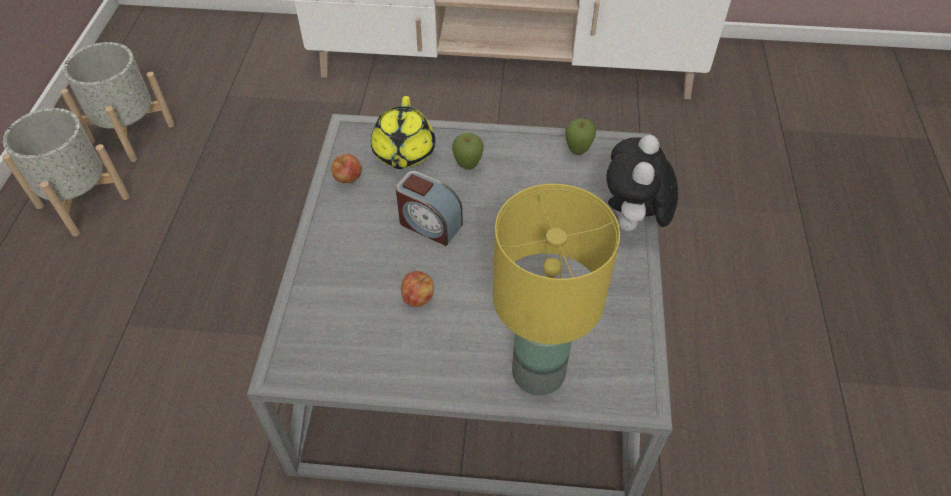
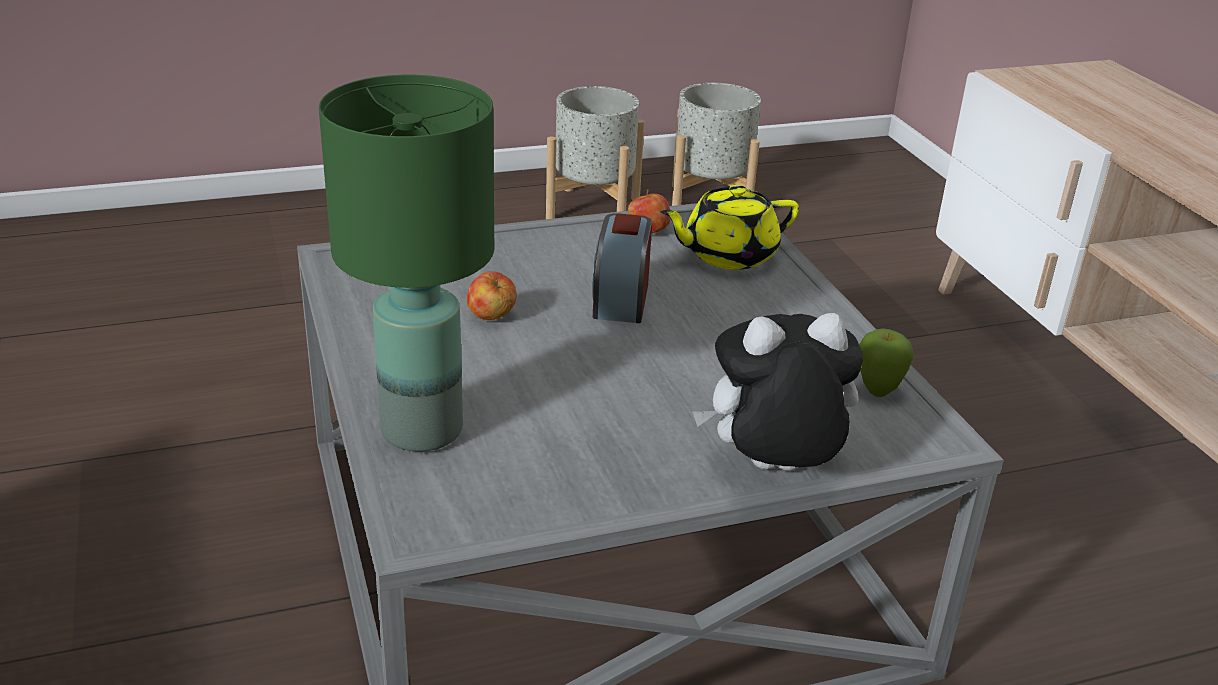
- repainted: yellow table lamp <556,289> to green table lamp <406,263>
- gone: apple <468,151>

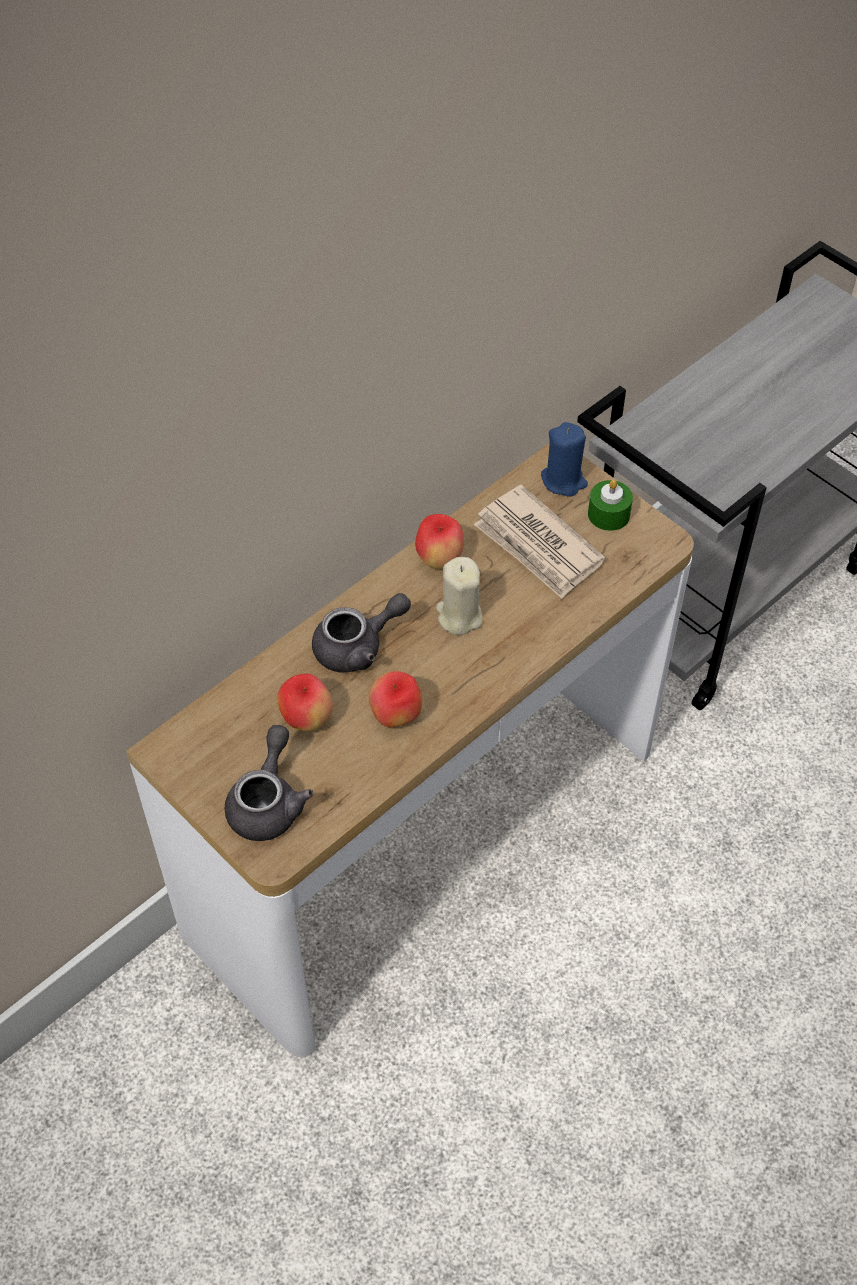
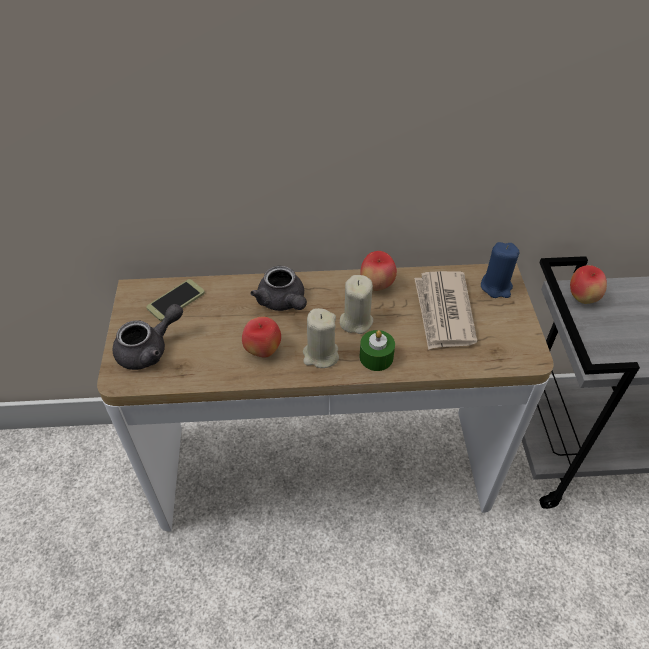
- new: phone <175,300>
- rotated: grey teapot <361,633> = <278,288> 45 degrees clockwise
- new: beige candle <321,338>
- shifted: green candle <610,505> to <377,350>
- shifted: apple <305,702> to <588,284>

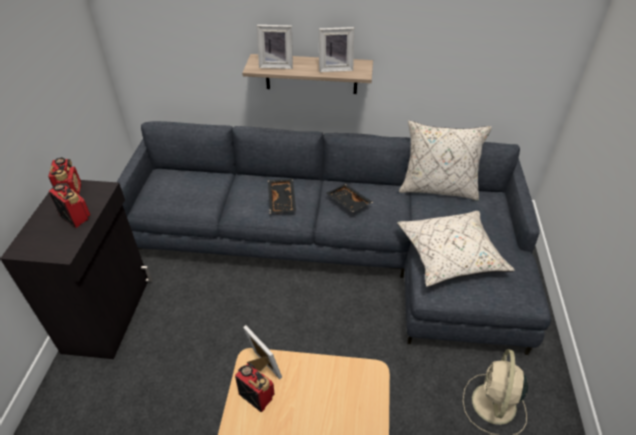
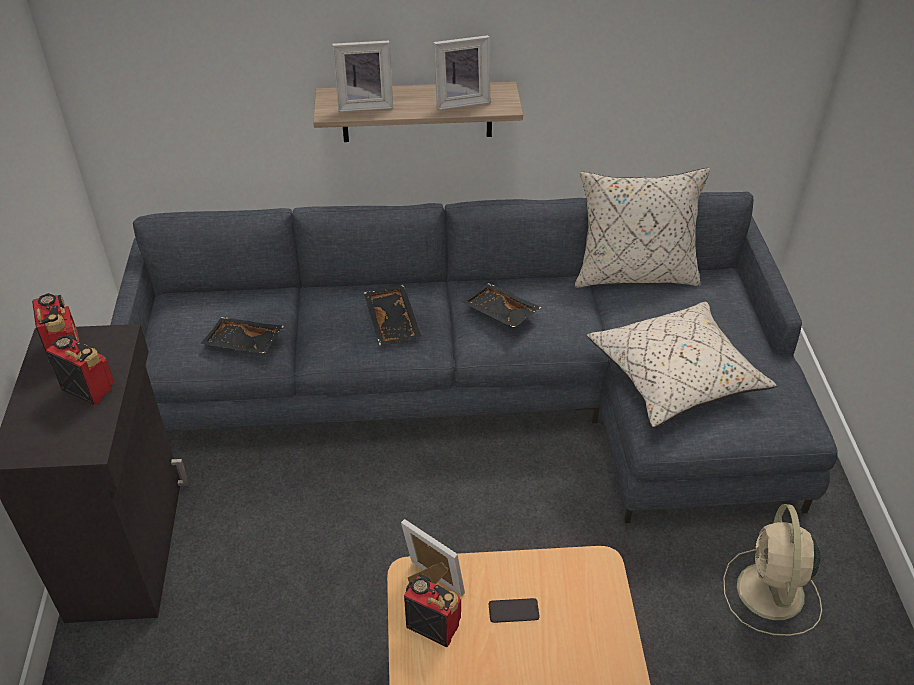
- new: black tray <242,335>
- new: phone <514,610>

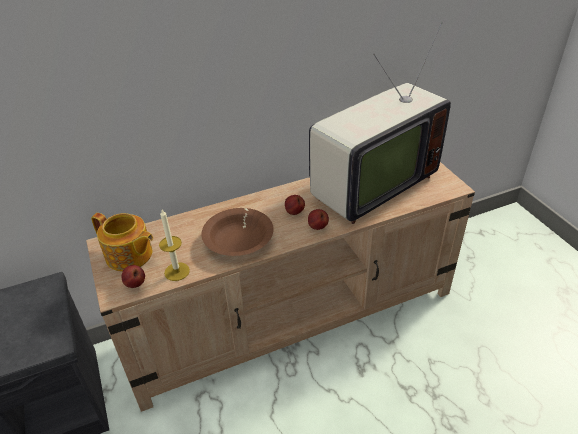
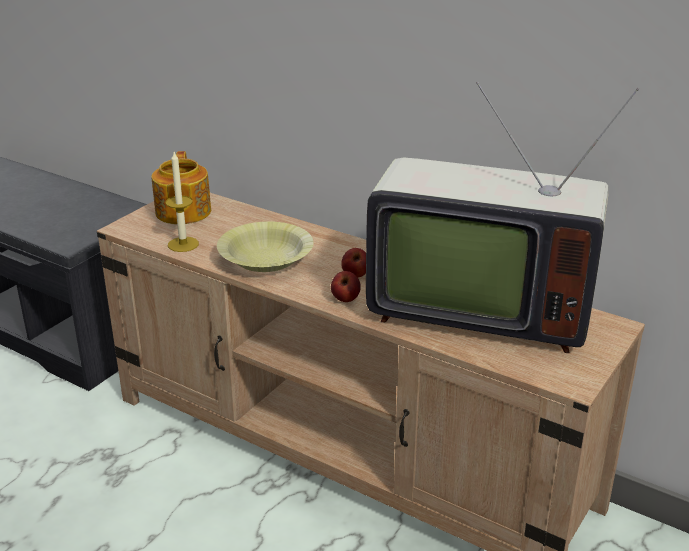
- repainted: brown bowl <238,232> to yellow bowl <265,246>
- gone: apple <133,276>

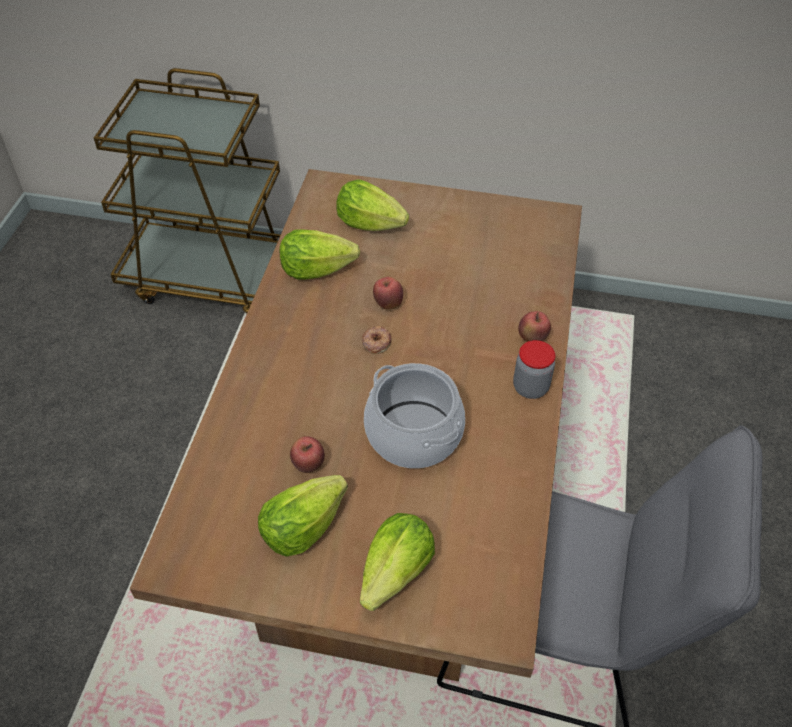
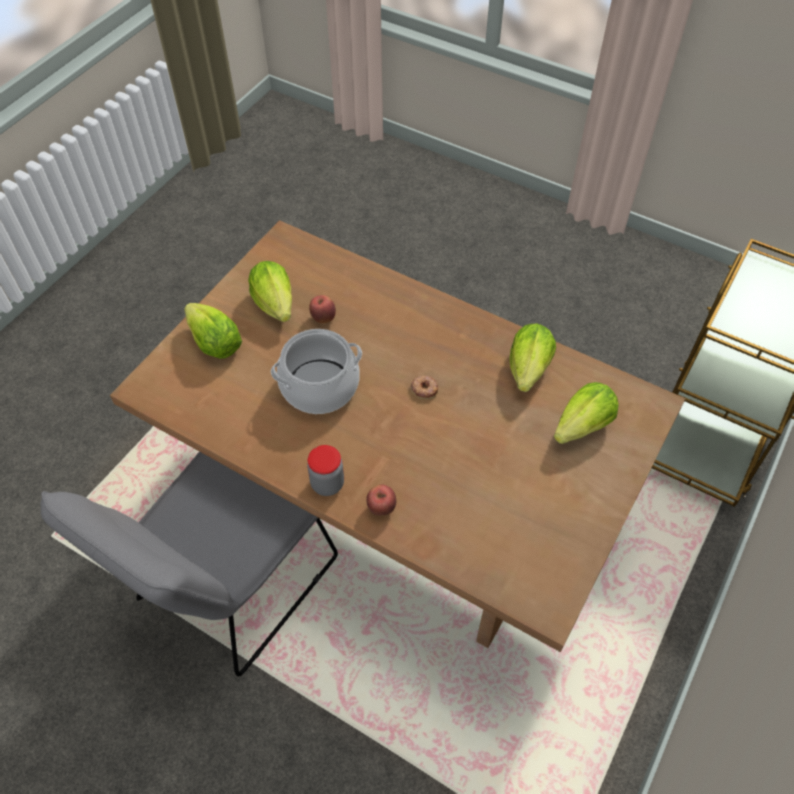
- gone: apple <388,293>

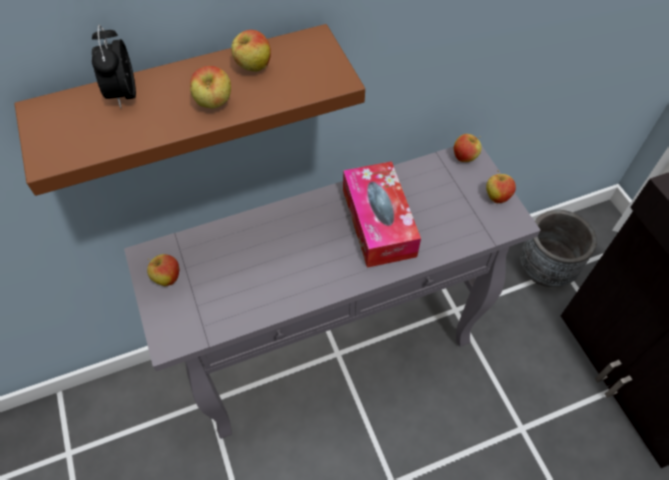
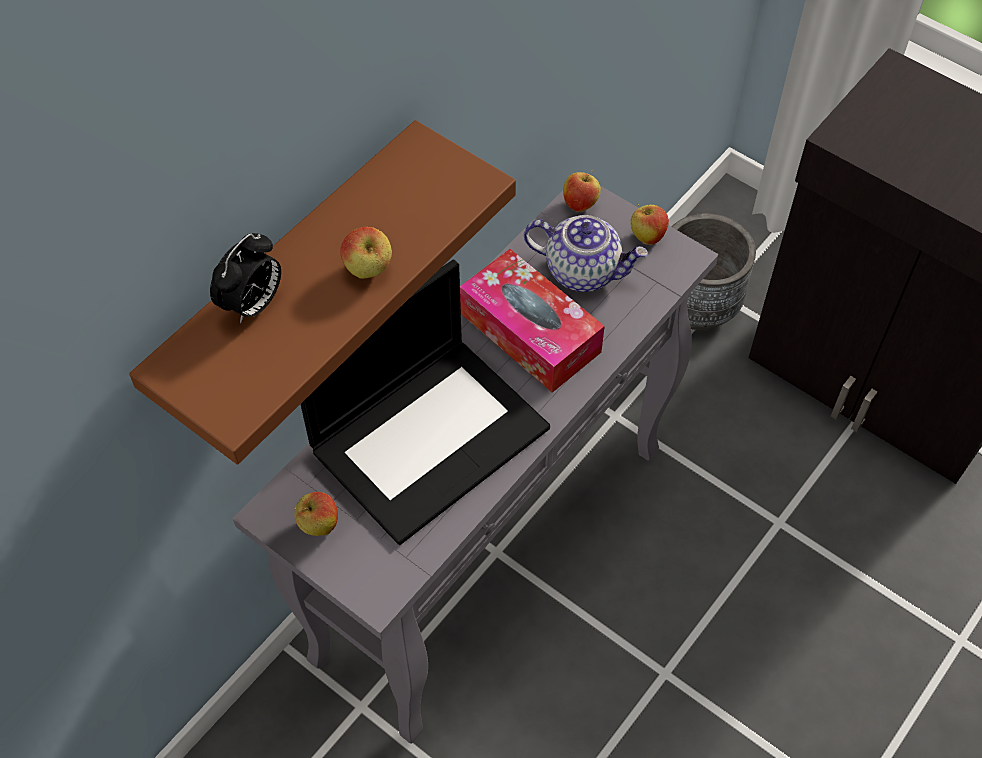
- rotated: alarm clock <114,66> = <245,278> 105 degrees counterclockwise
- new: laptop <425,402>
- new: teapot <586,253>
- gone: apple <251,51>

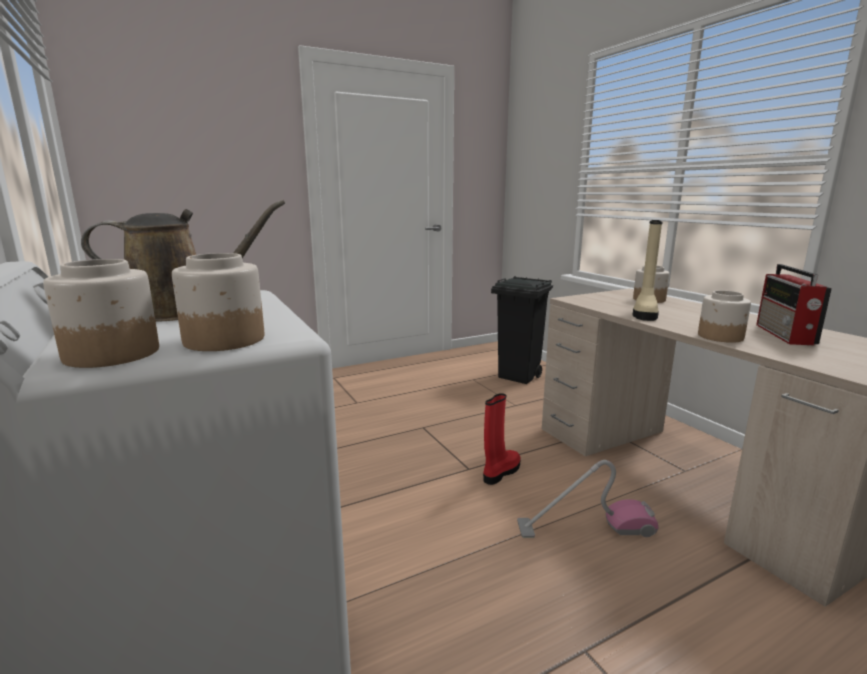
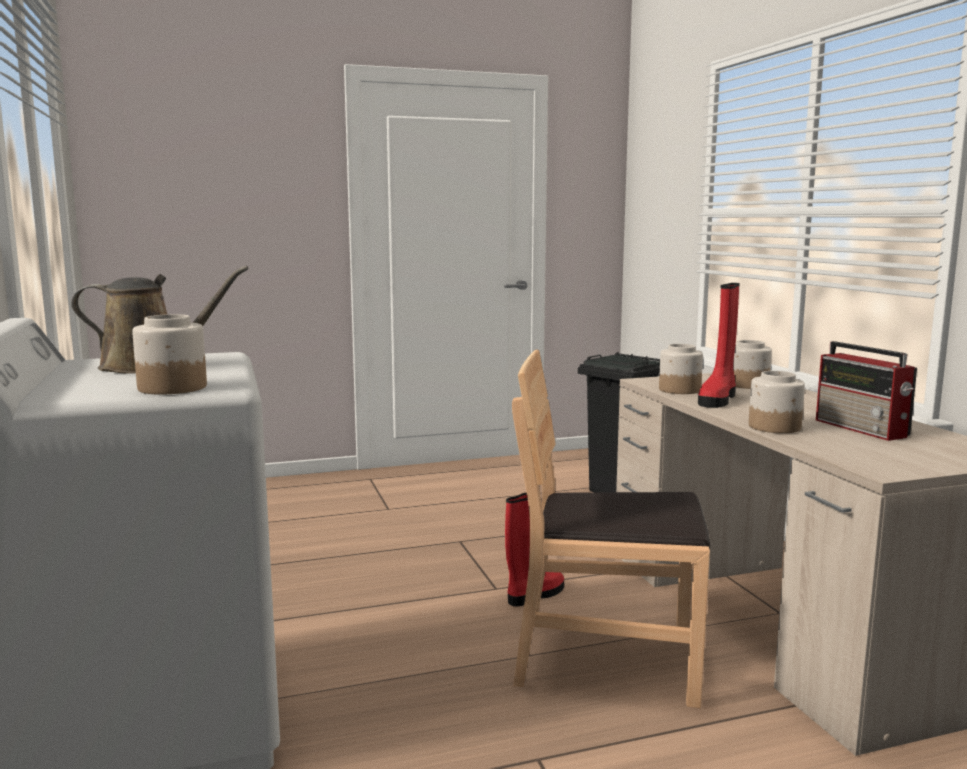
- swapped: vacuum cleaner <588,499> to brown chair <611,529>
- shifted: jar <101,313> to <681,369>
- repainted: beige boot <647,270> to red boot <719,345>
- rotated: radio <794,304> = <866,391> 45 degrees counterclockwise

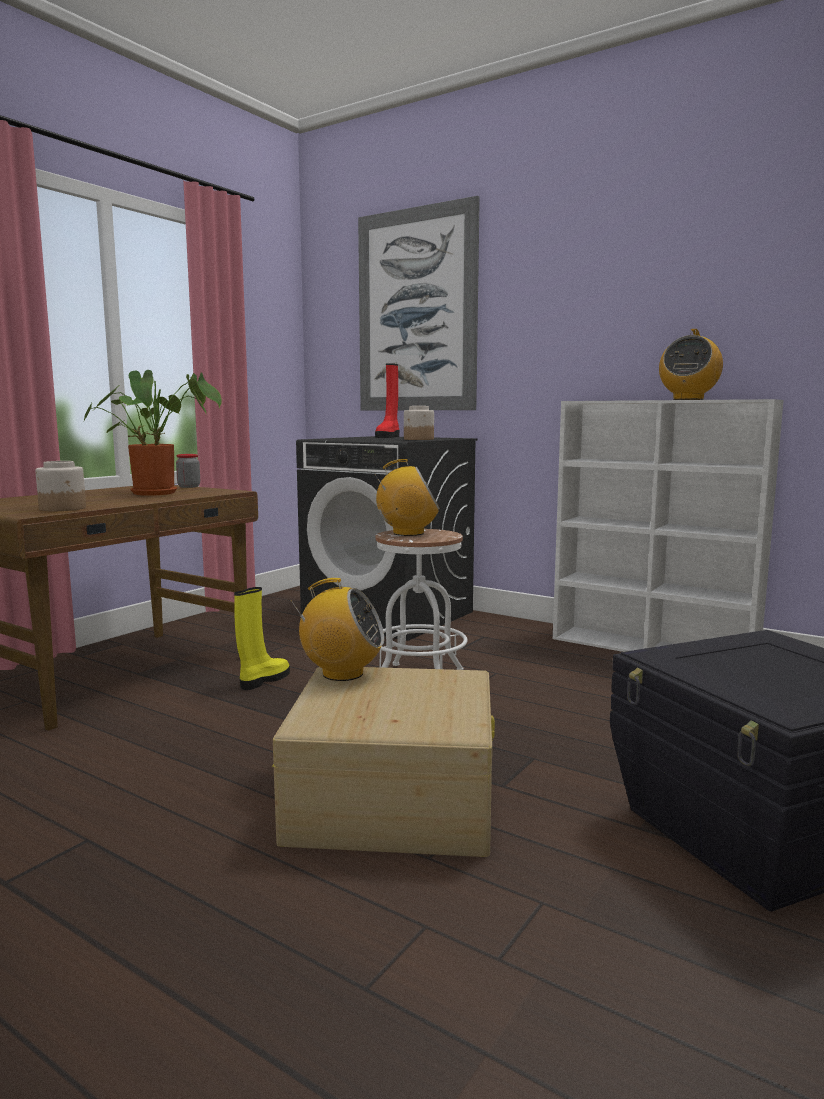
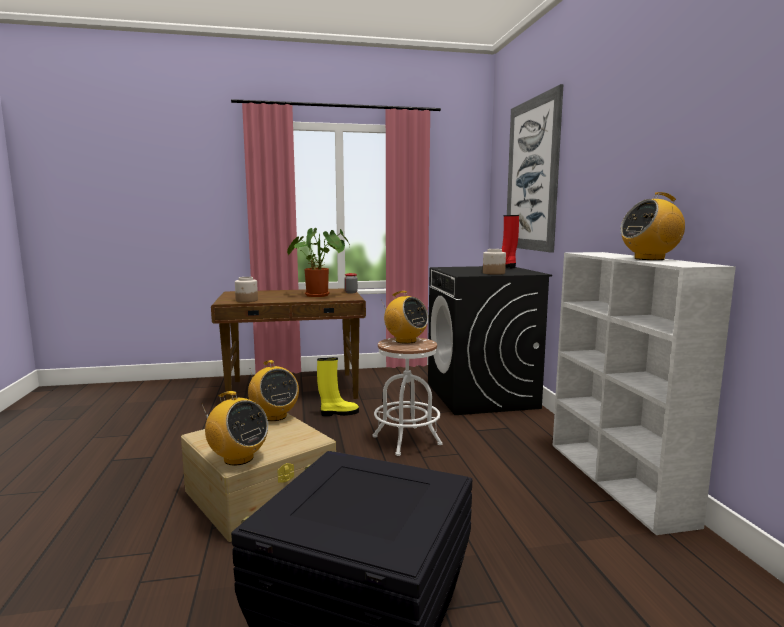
- new: radio <235,428>

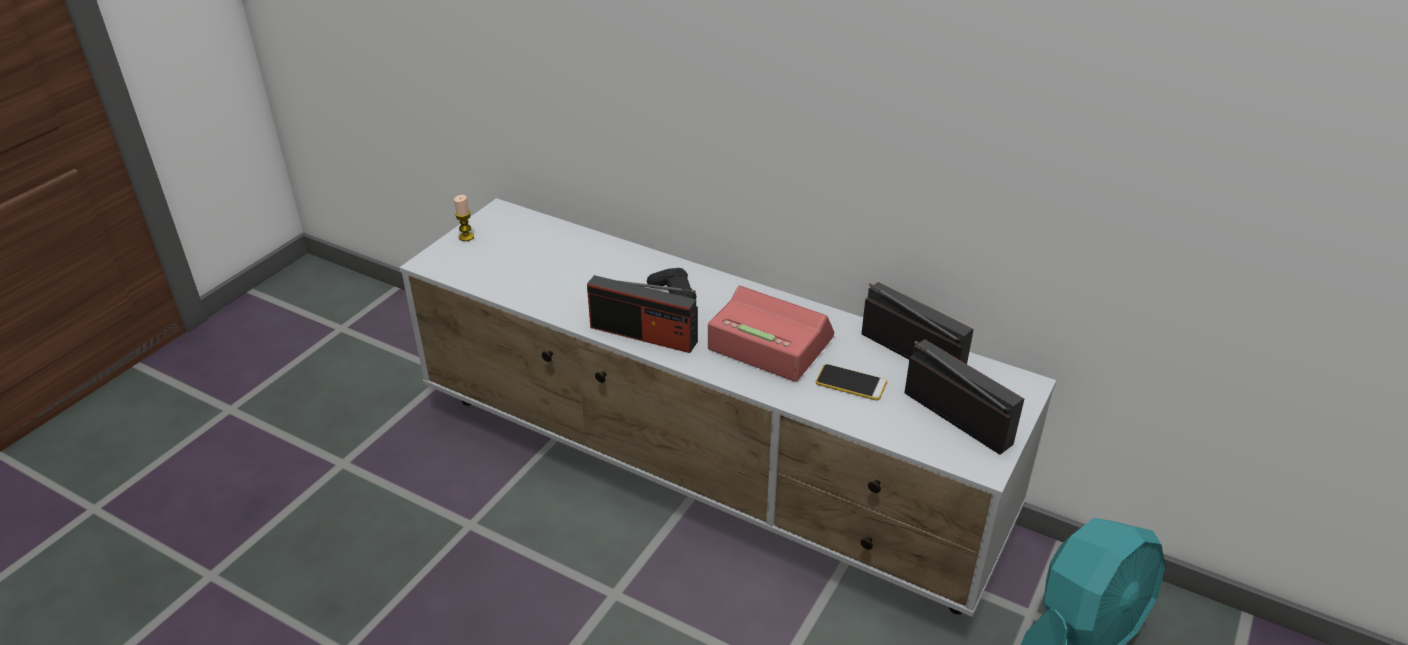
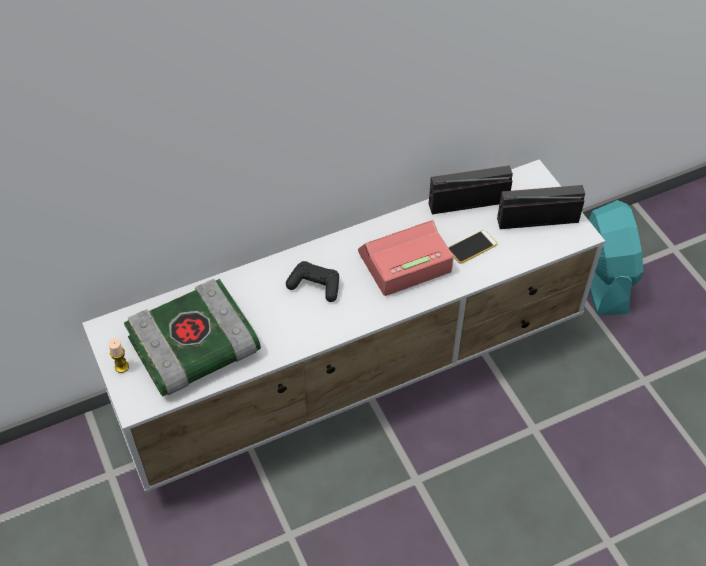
- new: book <192,337>
- gone: radio <642,314>

